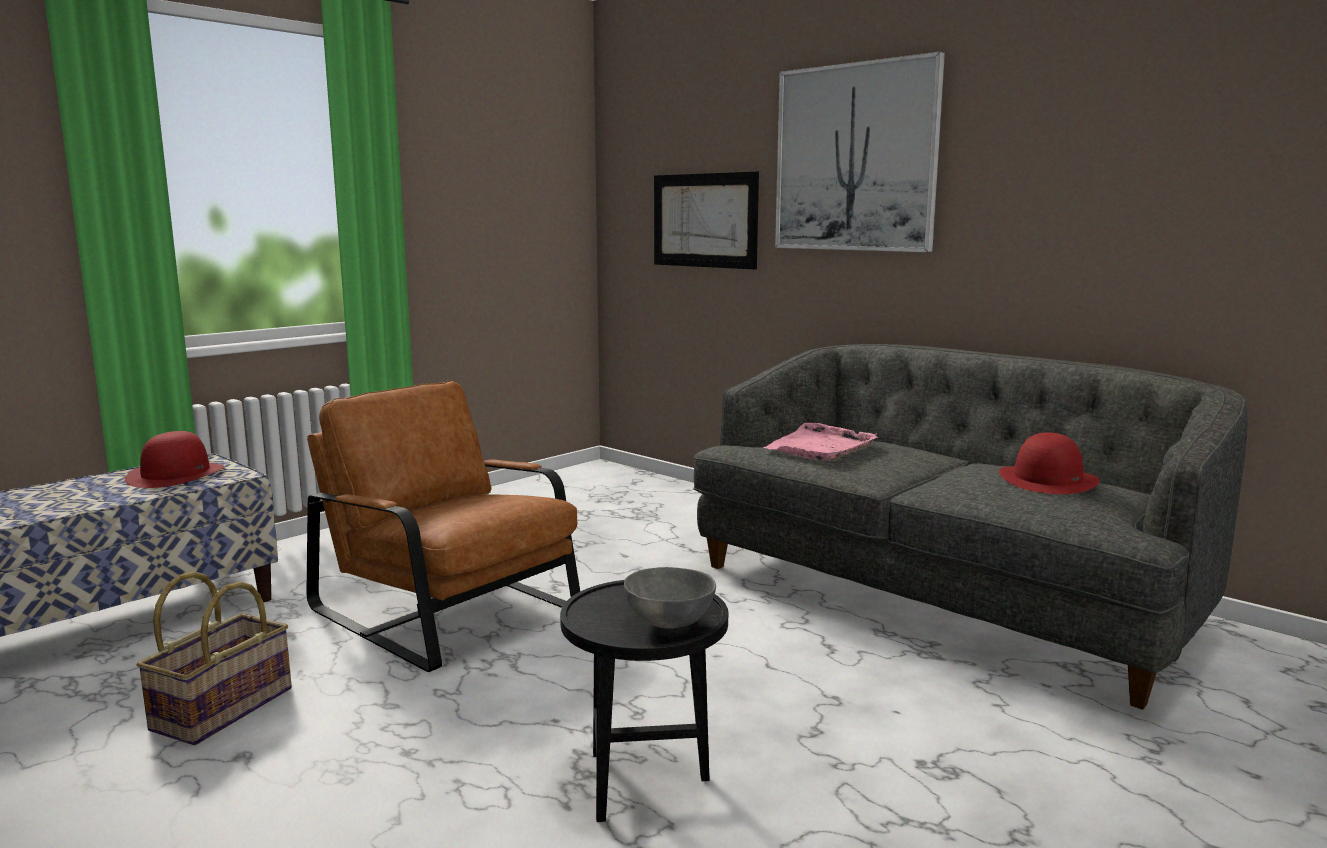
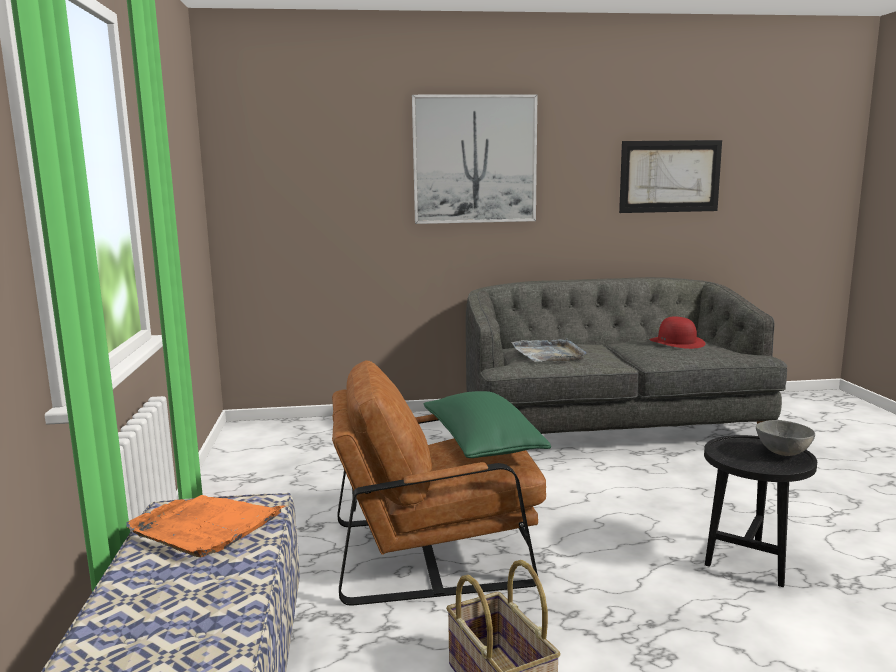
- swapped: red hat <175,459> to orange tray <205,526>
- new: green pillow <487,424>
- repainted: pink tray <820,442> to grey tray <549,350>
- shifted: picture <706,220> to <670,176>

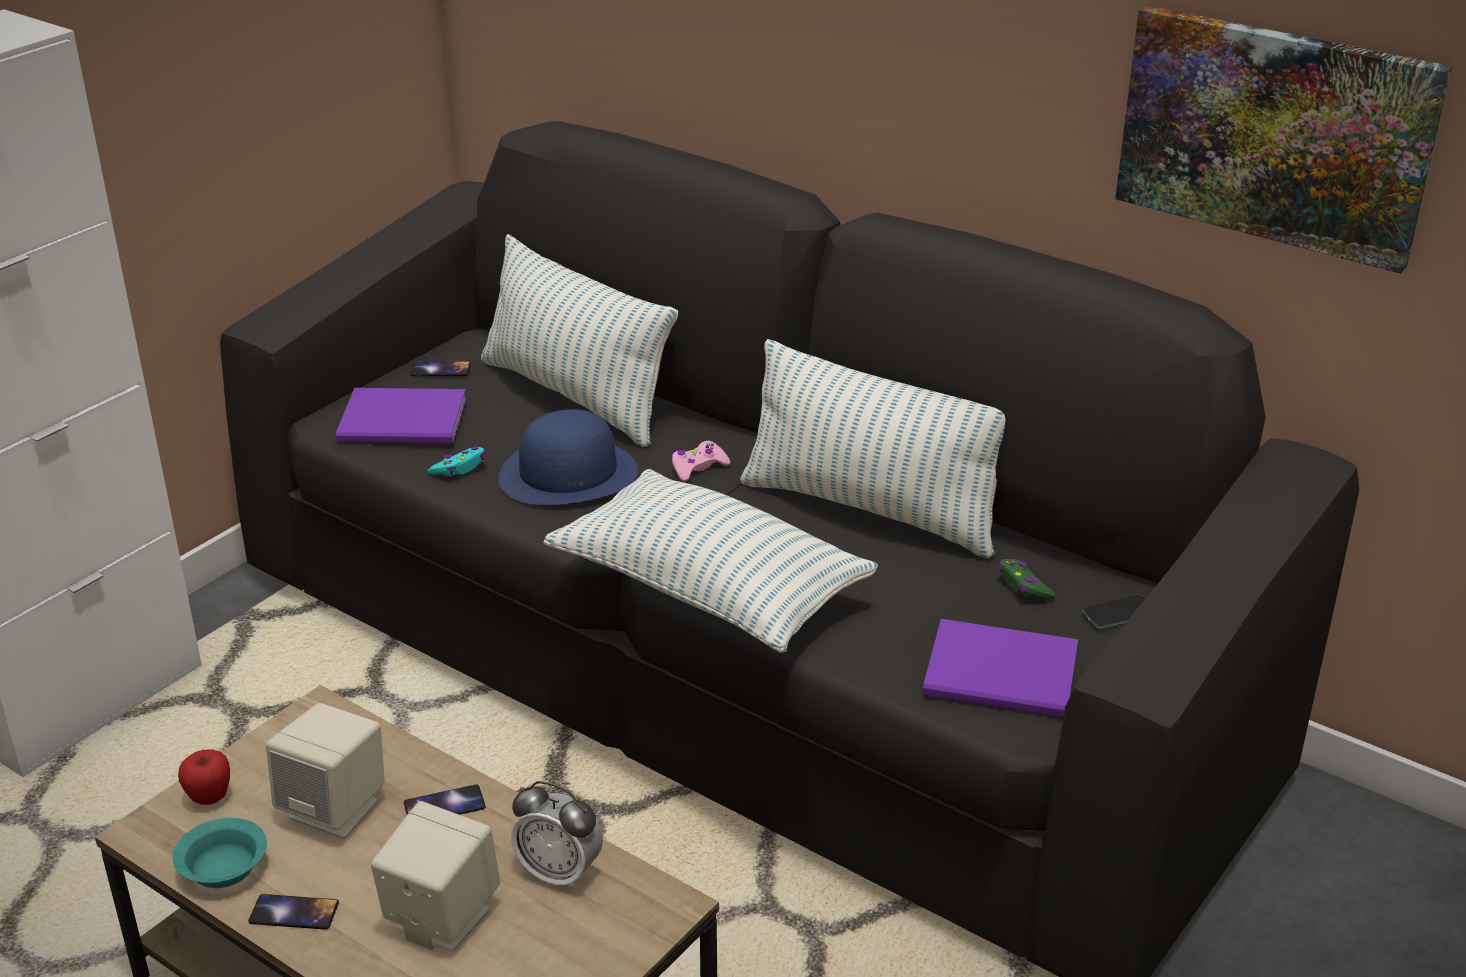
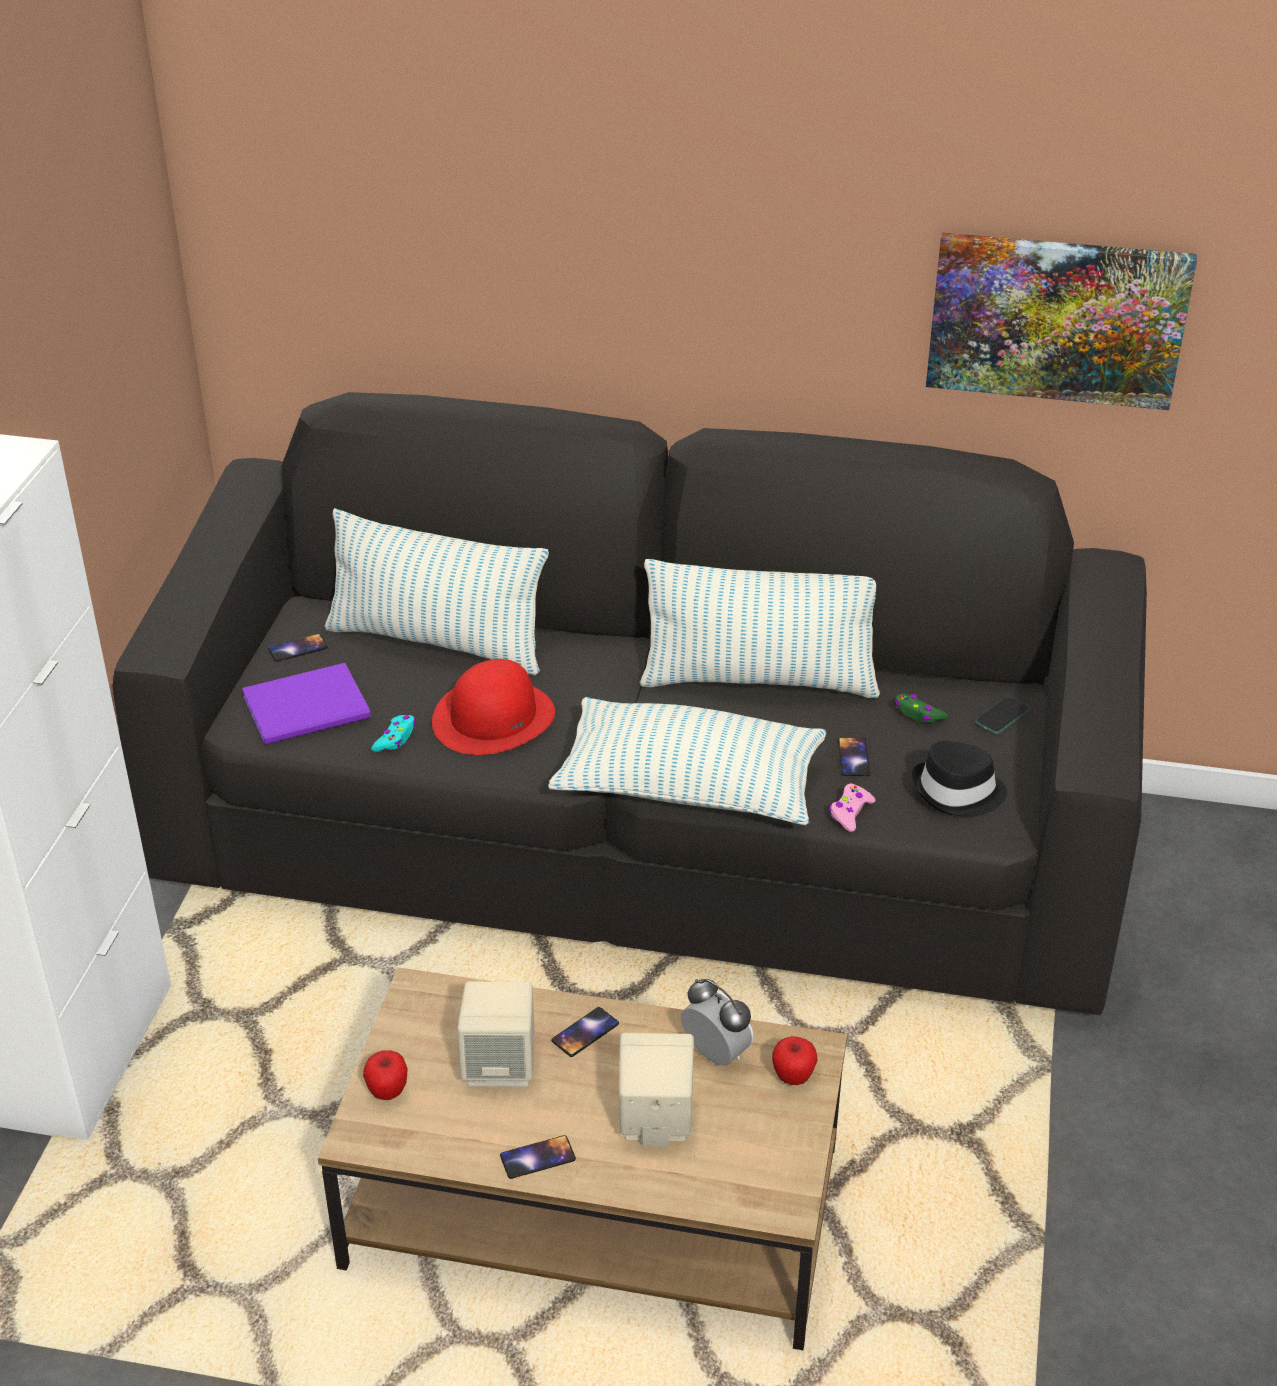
- repainted: blue hat <568,457> to red hat <493,707>
- rotated: alarm clock <557,836> = <717,1022> 135 degrees counterclockwise
- new: apple <795,1060>
- shifted: pink game controller <700,461> to <852,808>
- new: phone <854,756>
- swapped: purple book <1000,668> to black hat <959,779>
- gone: turquoise bowl <219,853>

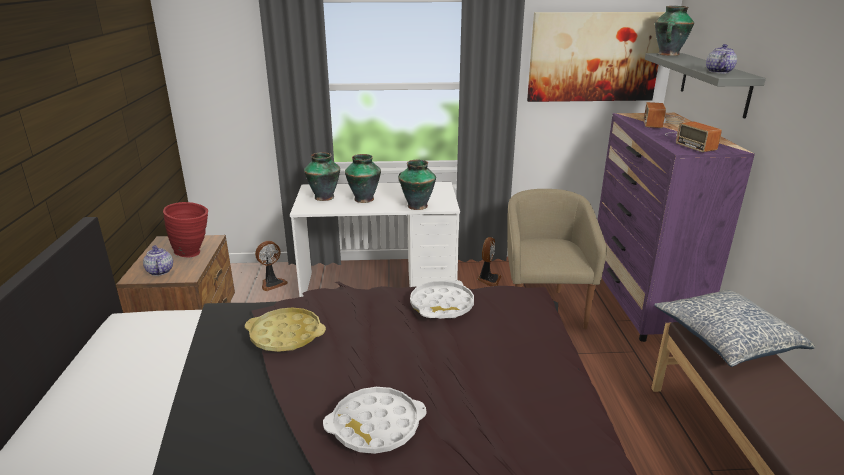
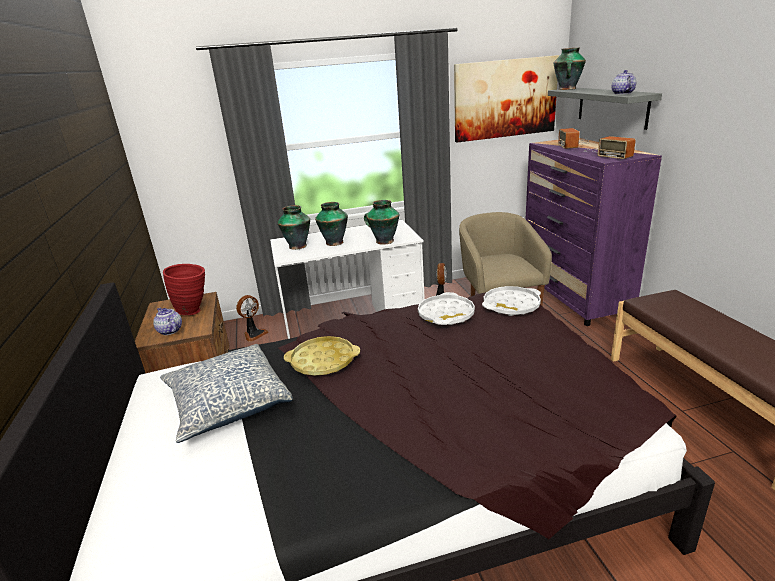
- shifted: pillow <734,328> to <226,393>
- shifted: white tray <375,420> to <511,301>

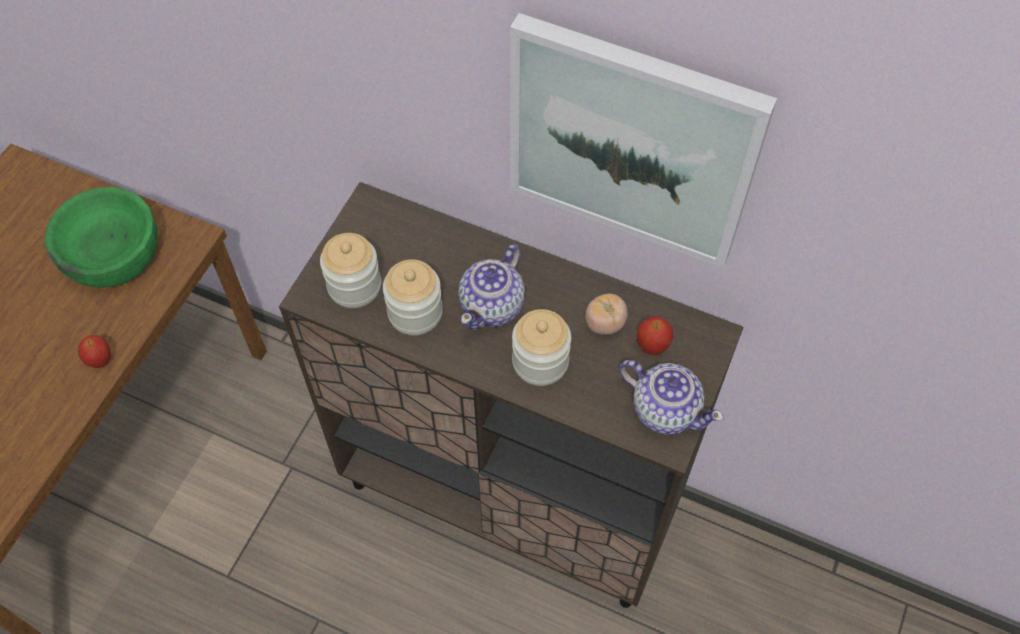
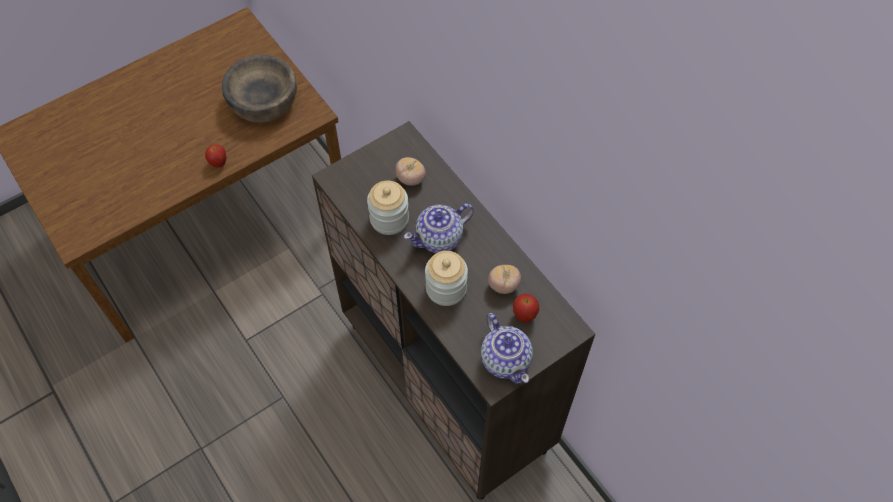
- repainted: green bowl <101,237> to brown bowl <259,89>
- new: tomato <410,171>
- gone: jar <350,270>
- gone: picture <643,140>

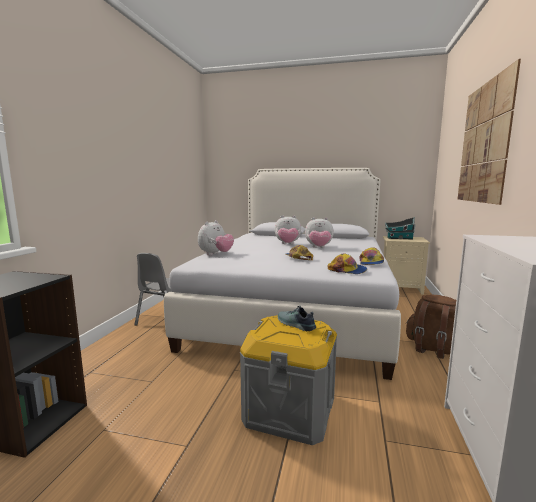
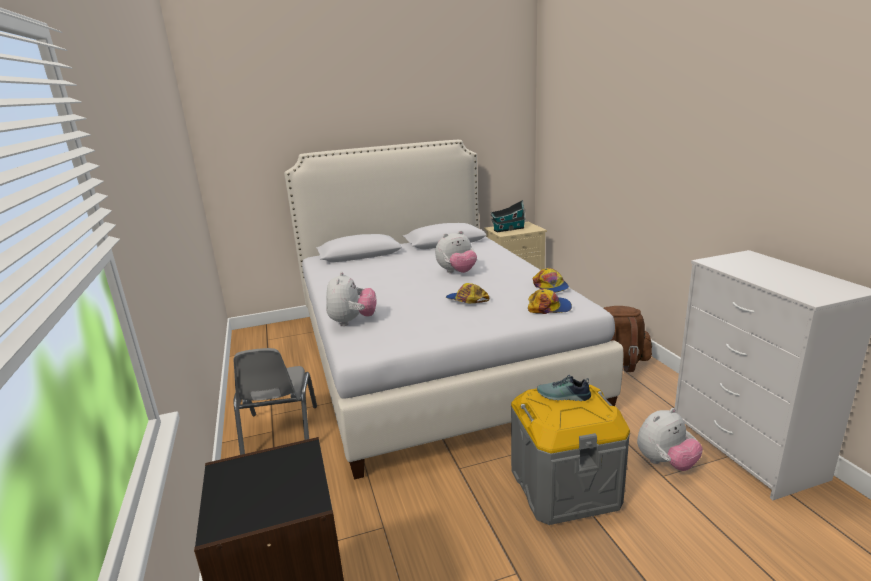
- shifted: plush toy <288,229> to <670,439>
- gone: picture <489,132>

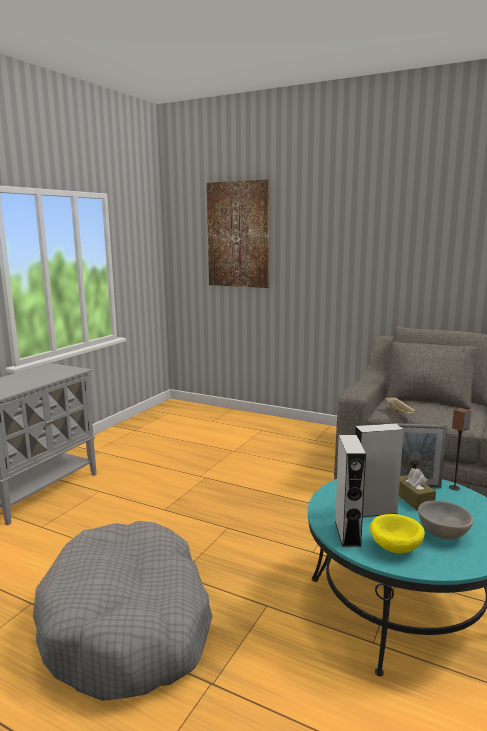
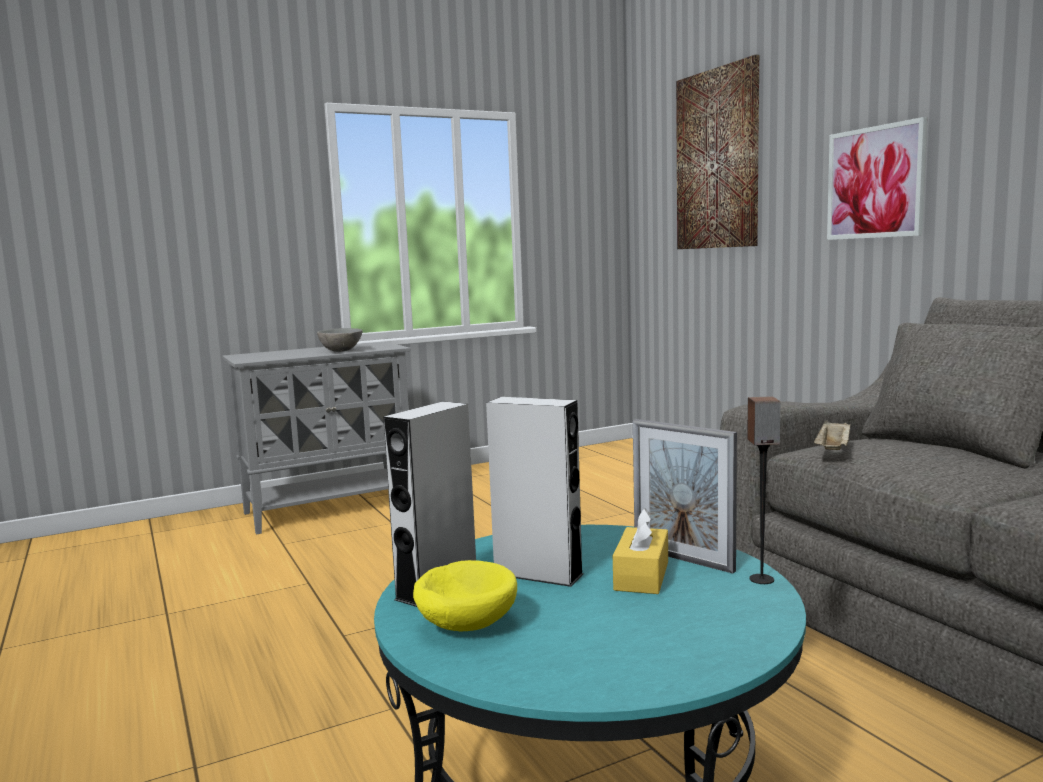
- shifted: grey bowl <446,520> to <340,340>
- repainted: brown tissue box <417,489> to yellow tissue box <640,551>
- new: picture <877,178>
- gone: grey dog bed <122,611>

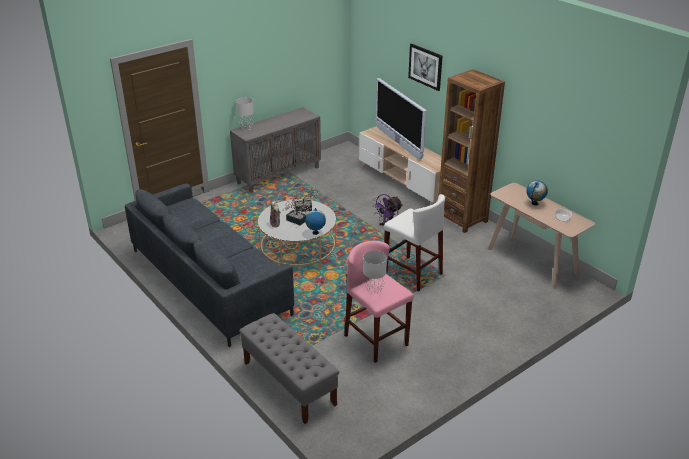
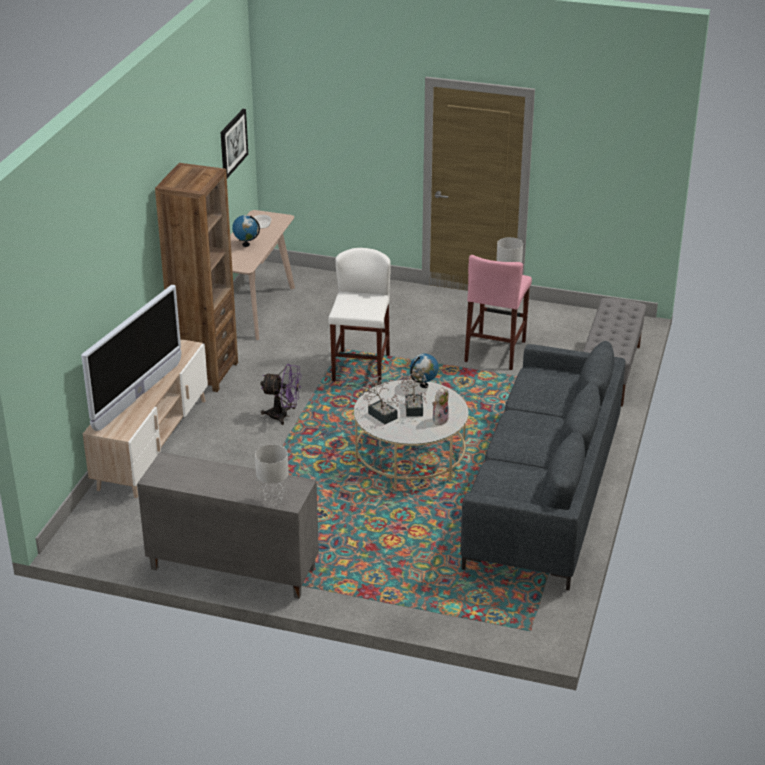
- shifted: picture <425,67> to <234,143>

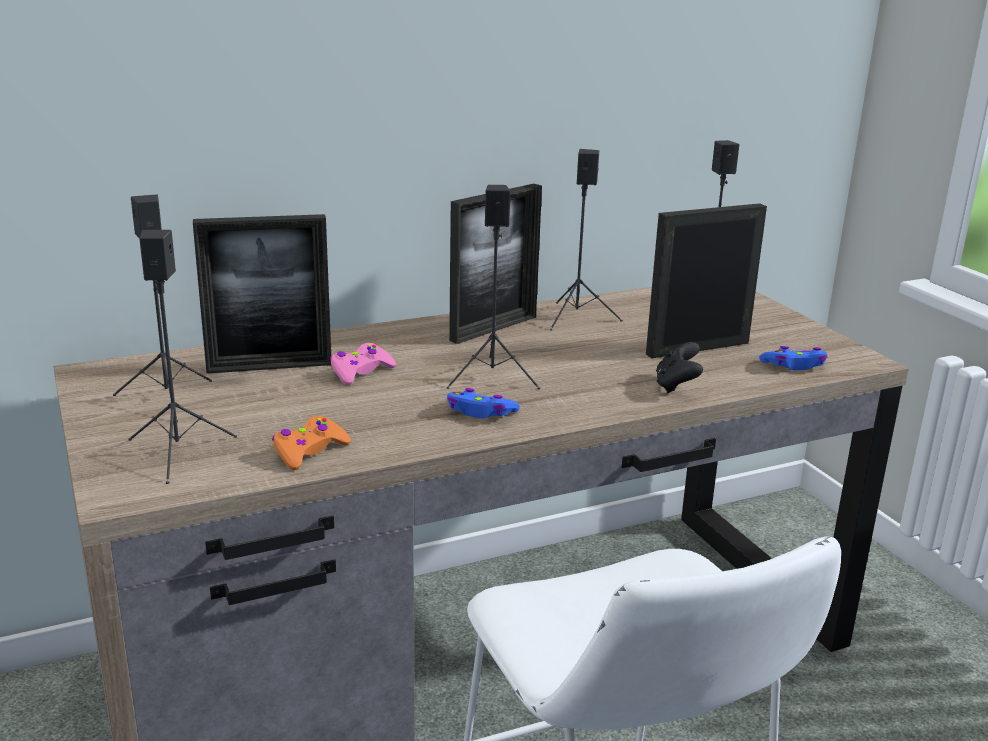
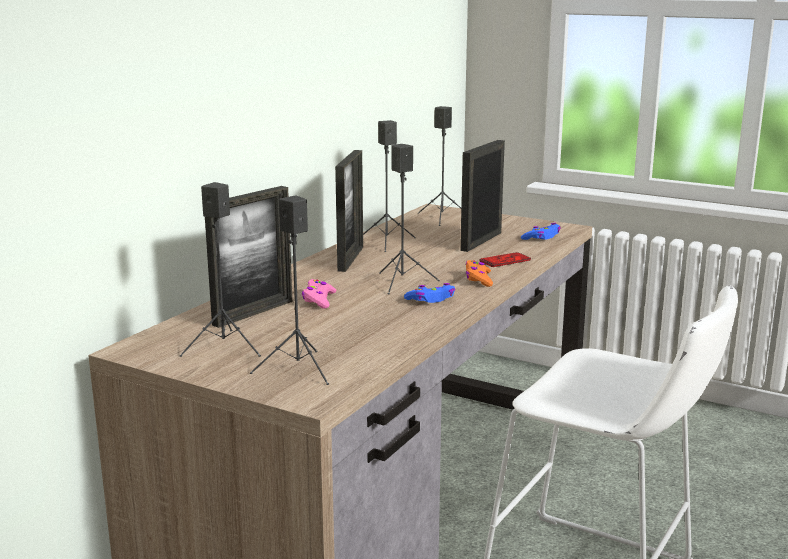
- shifted: orange game controller <311,443> to <479,273>
- swapped: black game controller <679,367> to phone <505,259>

